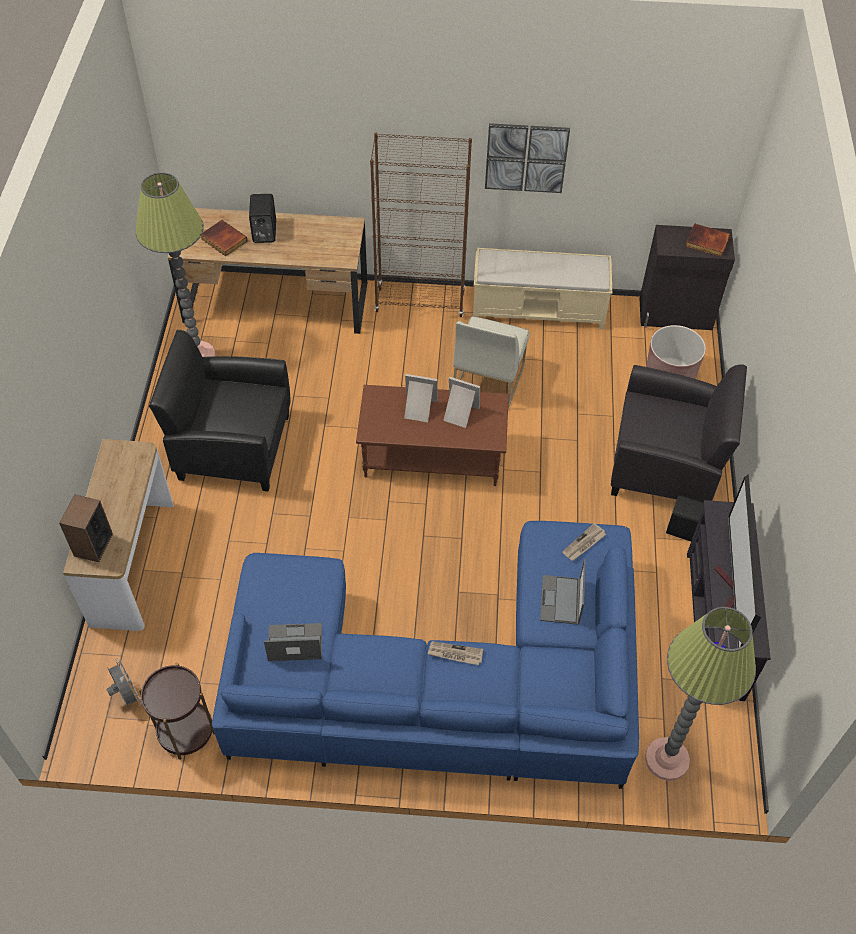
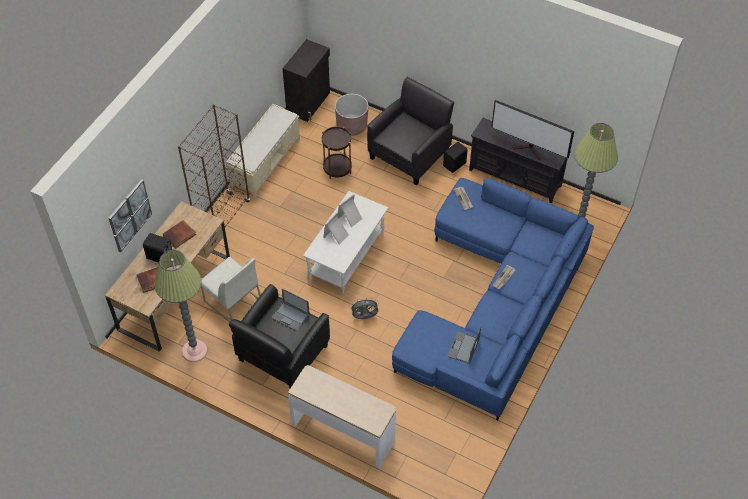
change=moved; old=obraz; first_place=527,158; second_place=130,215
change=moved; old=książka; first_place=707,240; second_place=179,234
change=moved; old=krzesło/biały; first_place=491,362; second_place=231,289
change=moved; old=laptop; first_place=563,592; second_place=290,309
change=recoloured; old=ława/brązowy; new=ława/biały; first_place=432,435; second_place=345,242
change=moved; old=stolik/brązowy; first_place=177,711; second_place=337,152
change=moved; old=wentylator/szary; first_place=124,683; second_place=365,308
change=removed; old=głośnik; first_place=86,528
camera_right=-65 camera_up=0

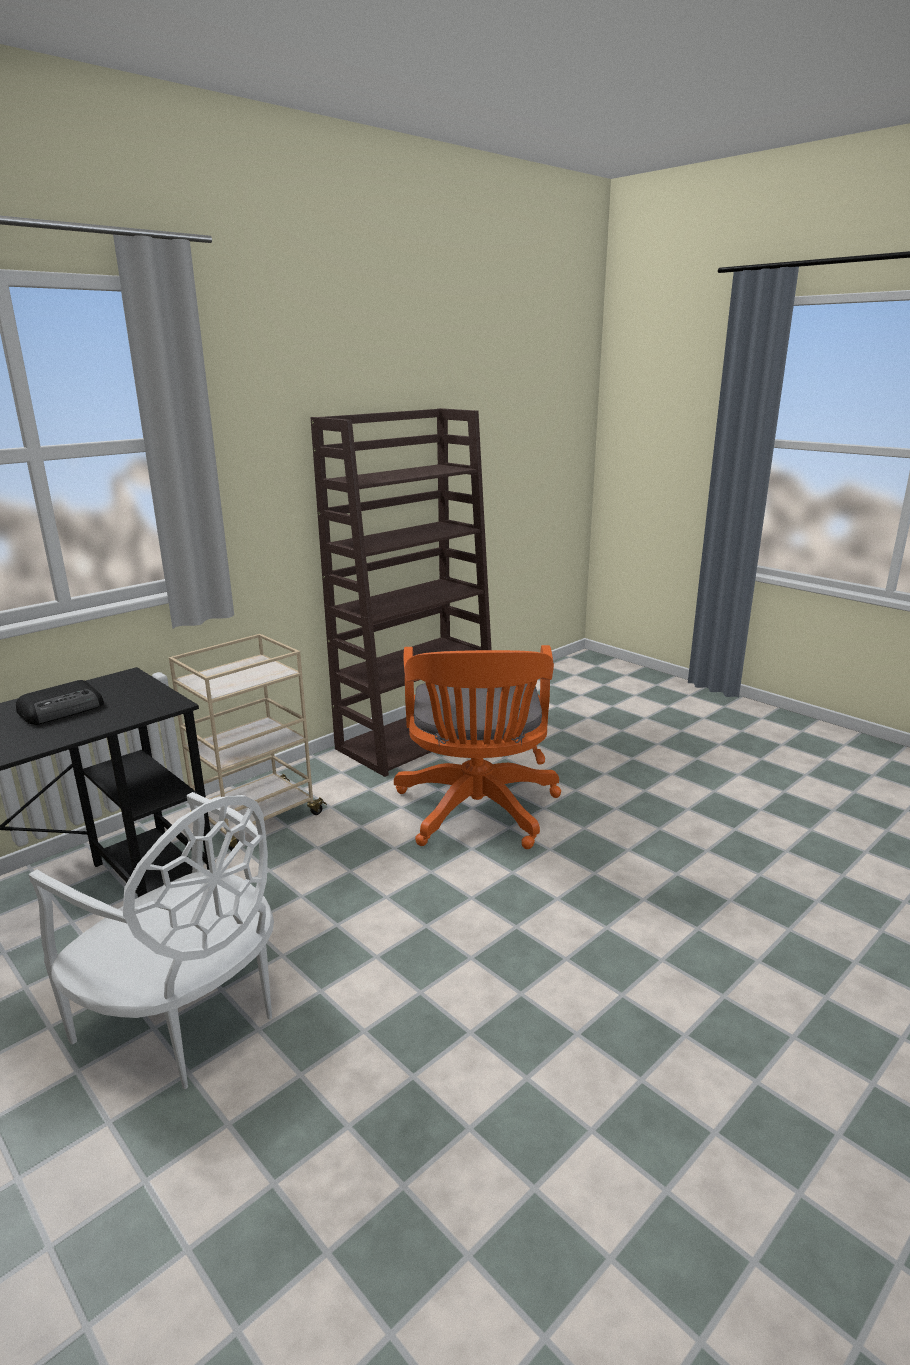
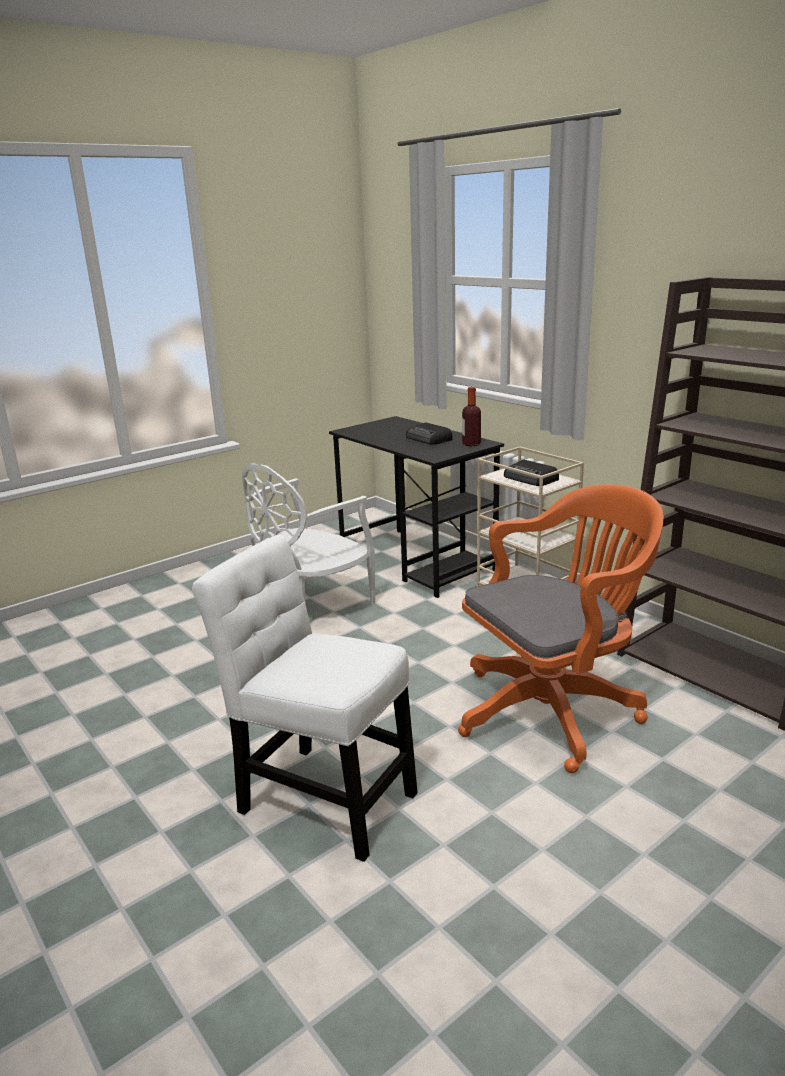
change=added; new=krzesło/biały; second_place=305,698
change=turned; old=krzesło biurowe/pomarańczowy; first_place=477,747; second_place=561,628; degrees=150
change=added; new=butelka; second_place=471,416
change=added; new=radio; second_place=531,473
camera_right=95 camera_up=0

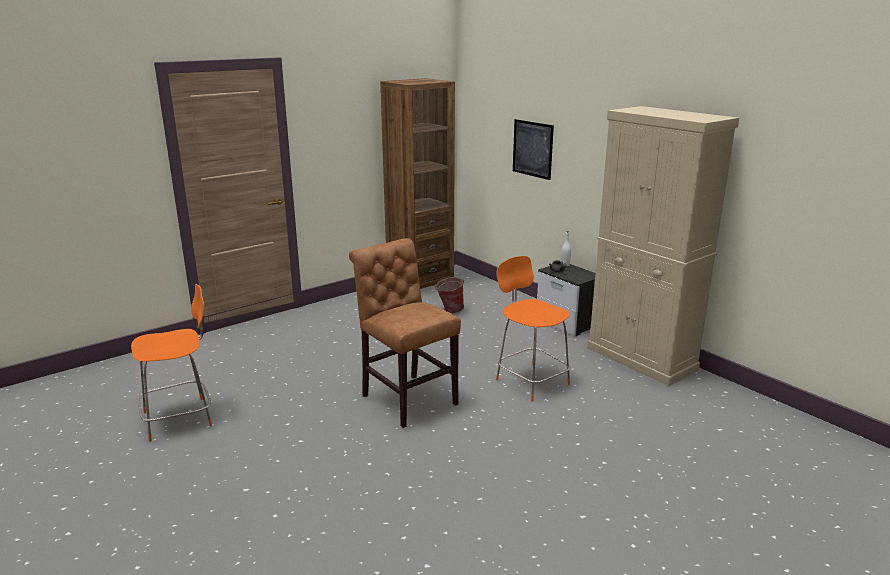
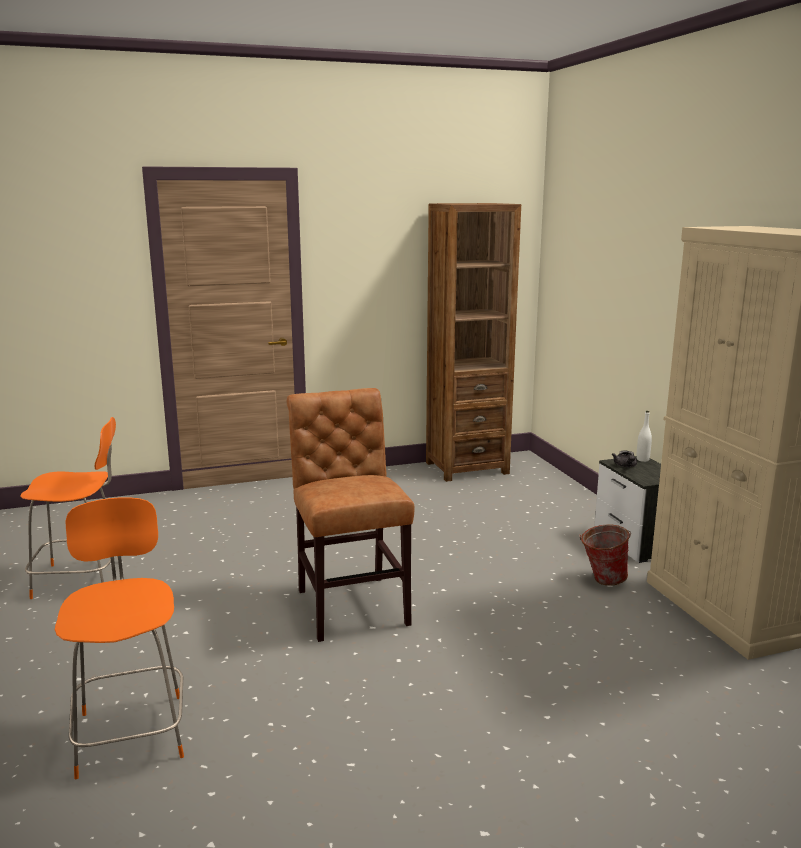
change=moved; old=krzesło/pomarańczowy; first_place=533,328; second_place=119,638
change=moved; old=wiadro; first_place=449,295; second_place=605,555
change=removed; old=obraz; first_place=533,149
camera_right=20 camera_up=-5

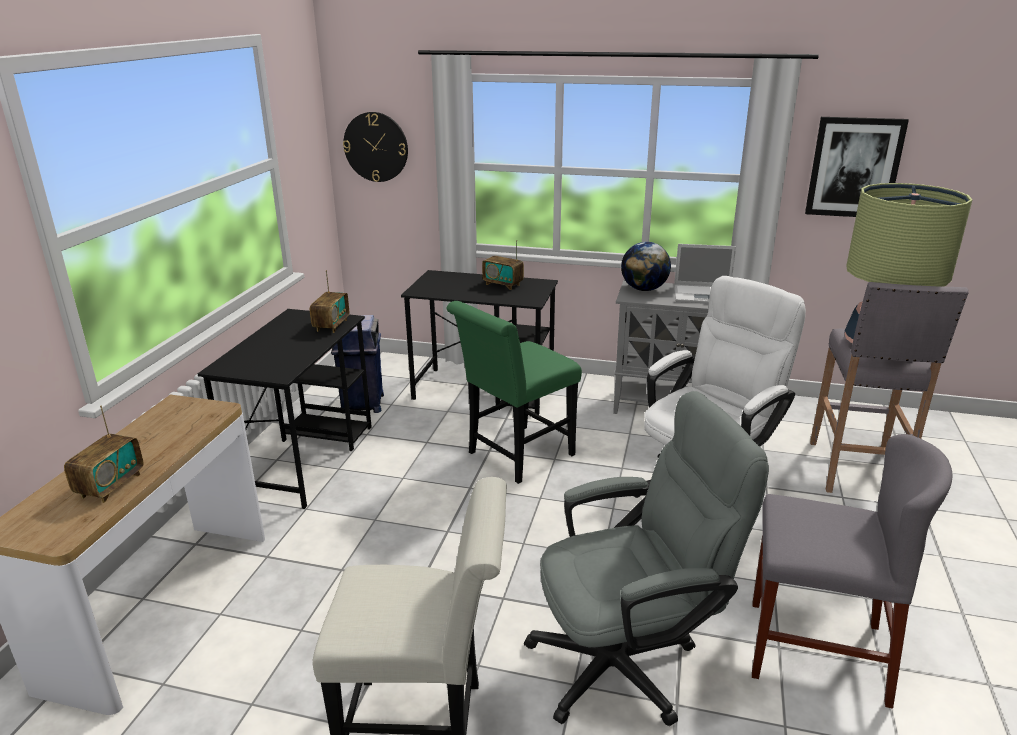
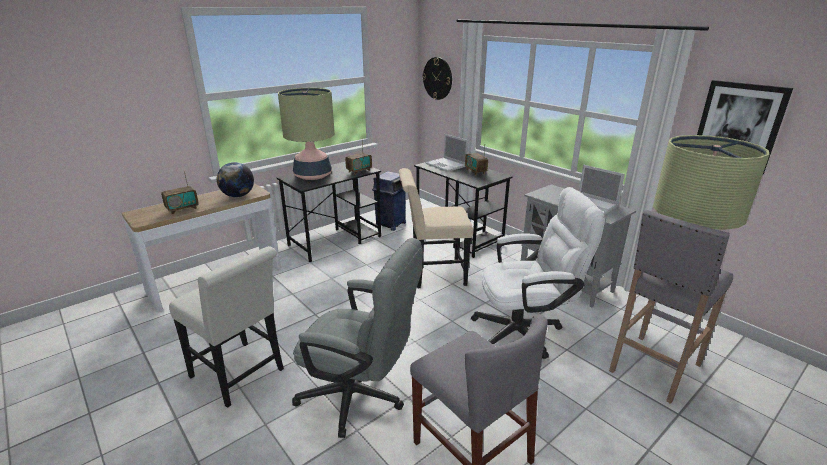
change=moved; old=globus; first_place=646,266; second_place=235,179
change=added; new=lampa stołowa; second_place=306,134
change=recoloured; old=krzesło/zielony; new=krzesło/beżowy; first_place=514,392; second_place=436,228
change=added; new=laptop; second_place=446,153
camera_right=35 camera_up=0

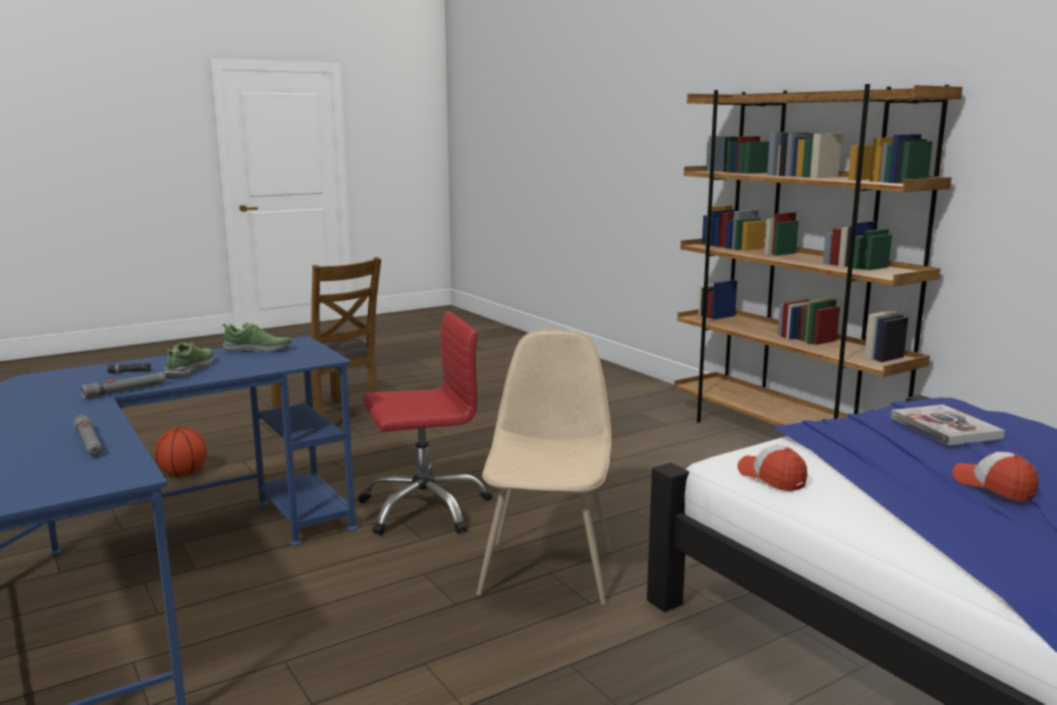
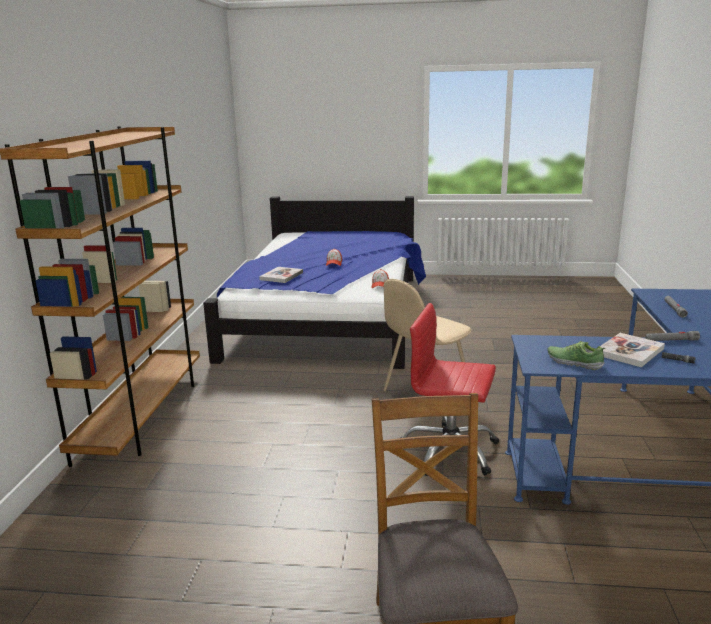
change=replaced; old=but; new=książka; first_place=188,359; second_place=633,350
change=removed; old=piłka do koszykówki; first_place=181,452
camera_right=-140 camera_up=5

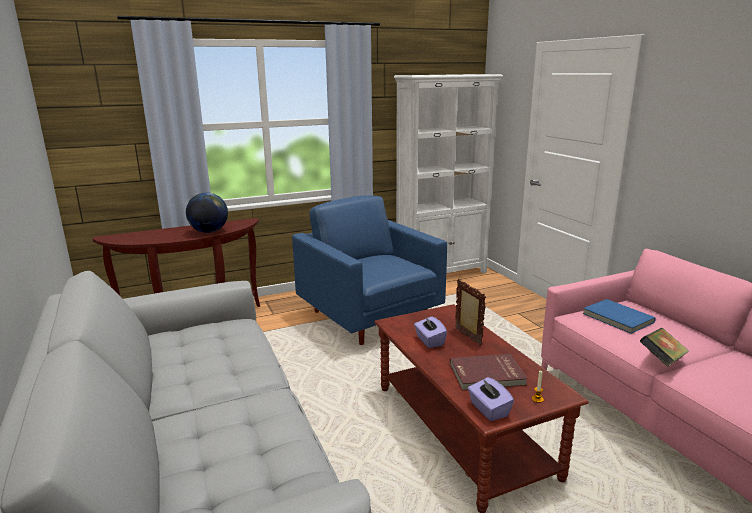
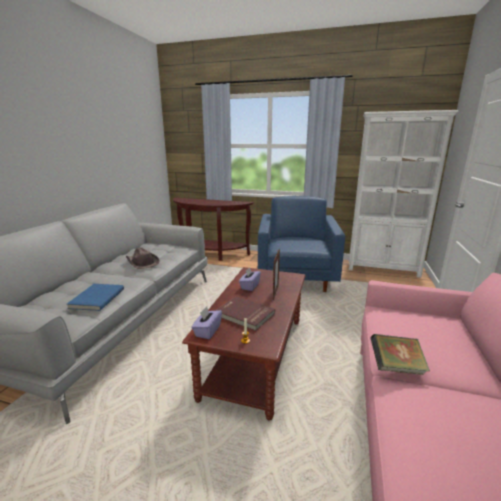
change=moved; old=książka/niebieski; first_place=619,316; second_place=95,297
change=added; new=kapelusz/brązowy; second_place=143,258
change=removed; old=globus; first_place=207,213
camera_right=40 camera_up=0

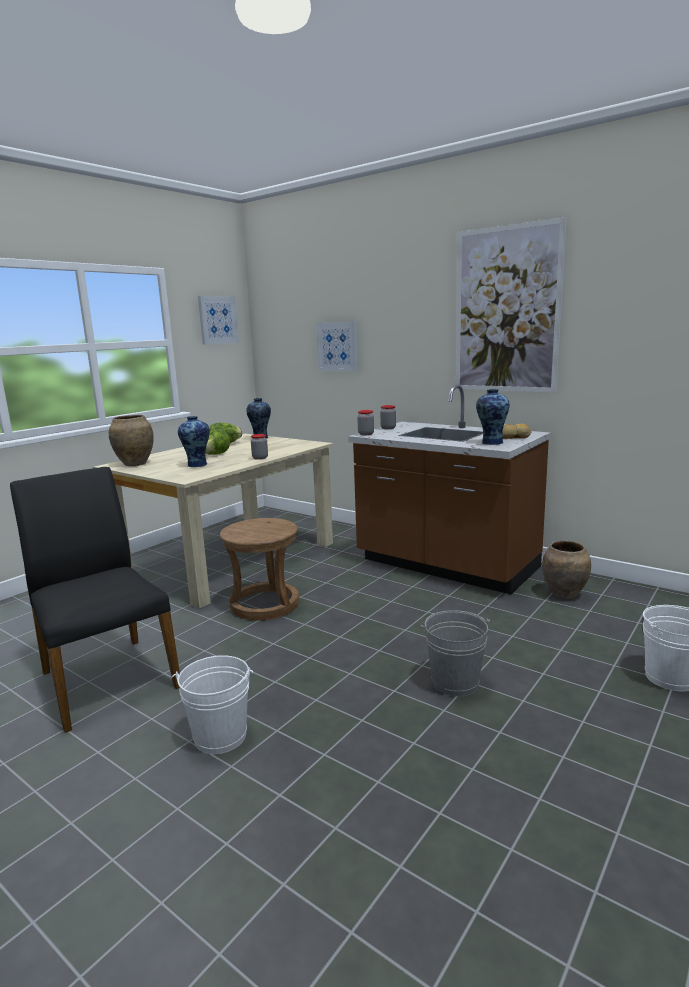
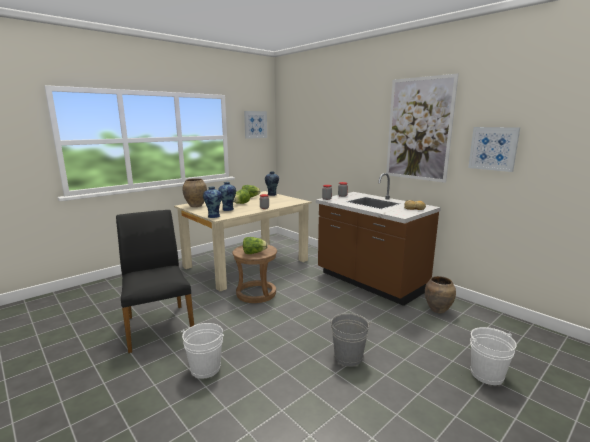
change=moved; old=wazon; first_place=492,417; second_place=212,202
change=added; new=sałata; second_place=255,245
change=moved; old=obraz; first_place=337,346; second_place=494,149
camera_right=10 camera_up=0

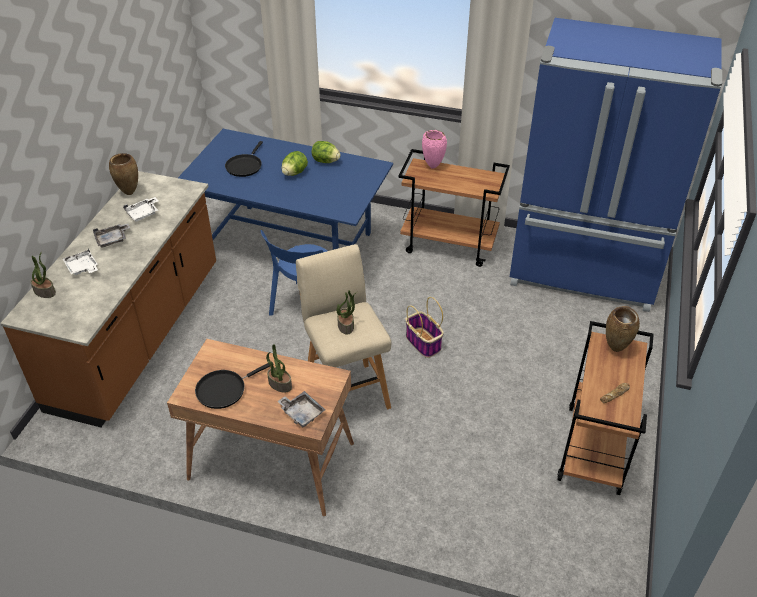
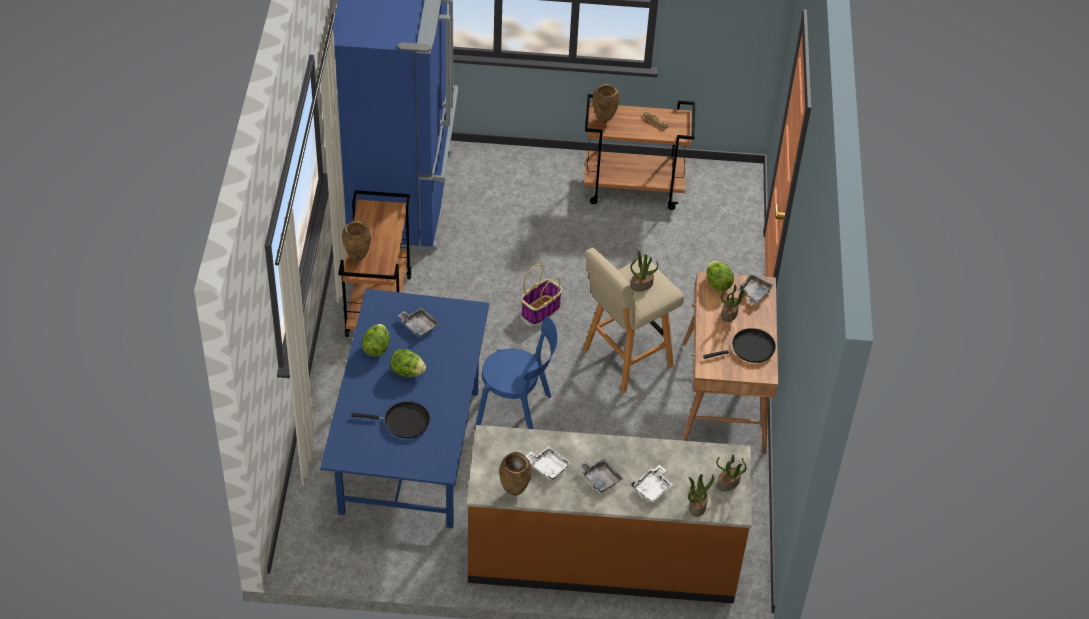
change=recoloured; old=wazon/różowy; new=wazon/brązowy; first_place=434,149; second_place=356,240
change=added; new=taca/szary; second_place=419,322
change=turned; old=patelnia/czarny; first_place=234,385; second_place=739,345; degrees=-60
change=added; new=sałata; second_place=720,276
change=added; new=roślina doniczkowa; second_place=731,473
camera_right=-105 camera_up=5

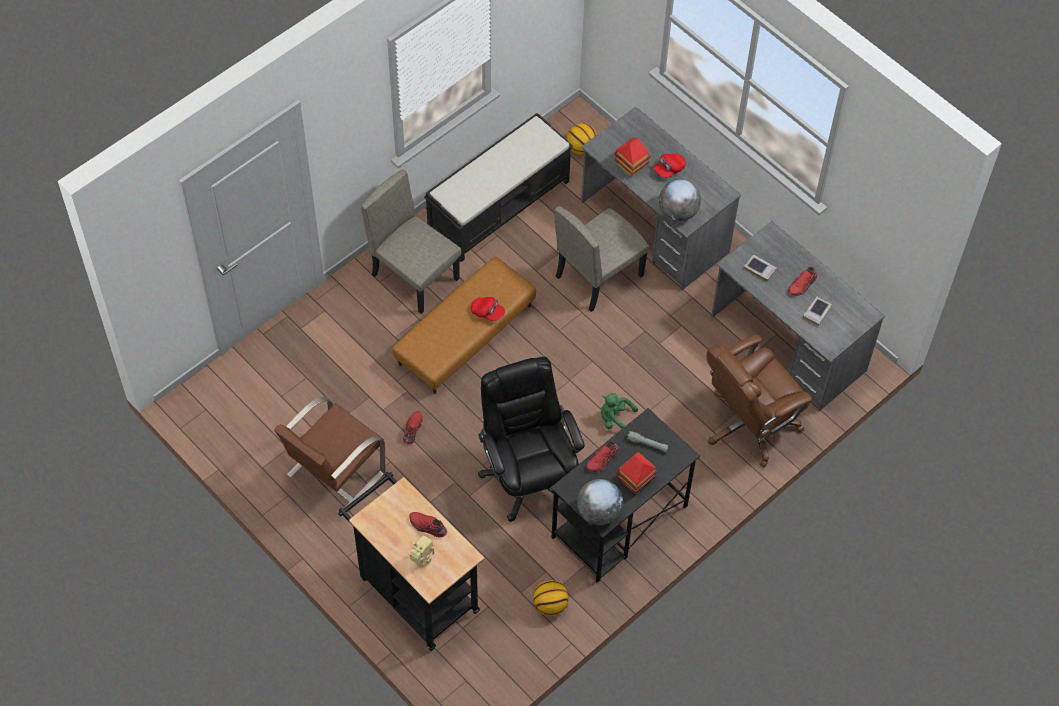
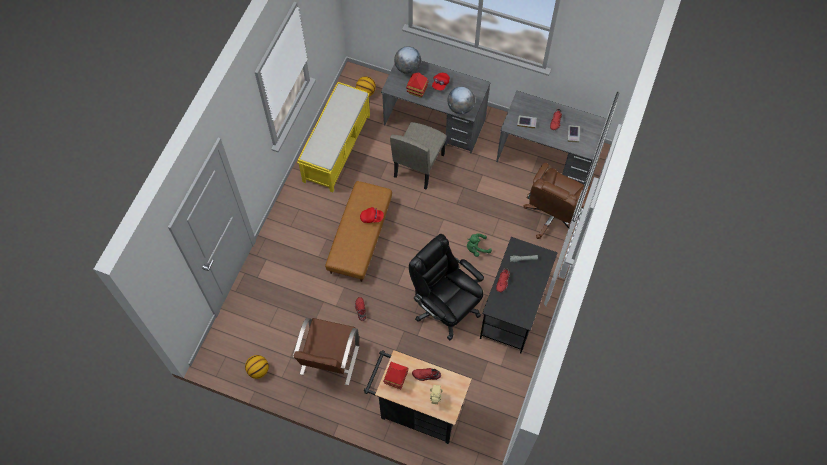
change=moved; old=piłka do koszykówki; first_place=550,598; second_place=257,367
change=recoloured; old=ławka/czarny; new=ławka/żółty; first_place=498,187; second_place=333,137
change=moved; old=domek; first_place=637,473; second_place=396,375
change=moved; old=globus; first_place=600,502; second_place=407,60
change=removed; old=krzesło/beżowy; first_place=411,242
camera_right=-25 camera_up=5

